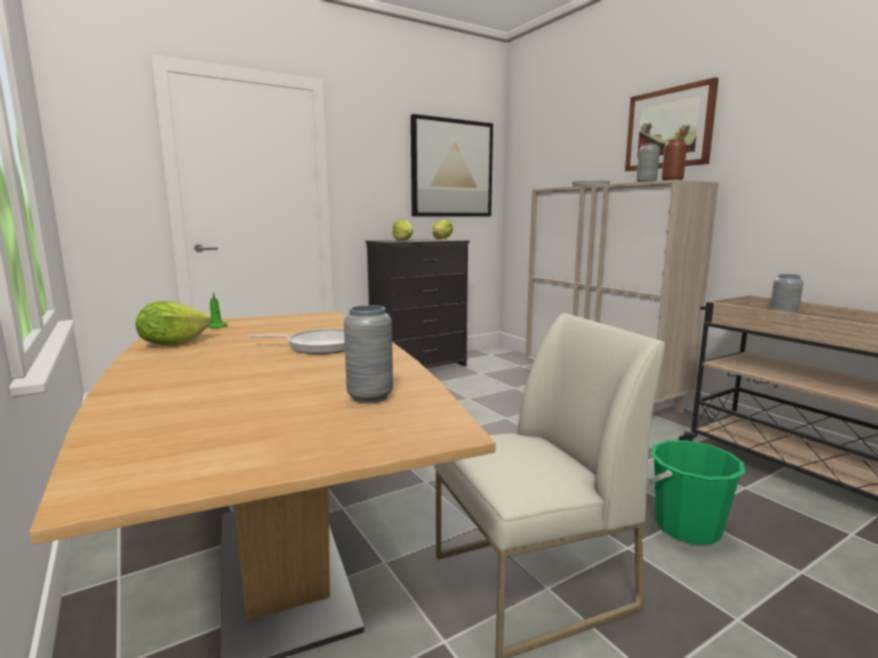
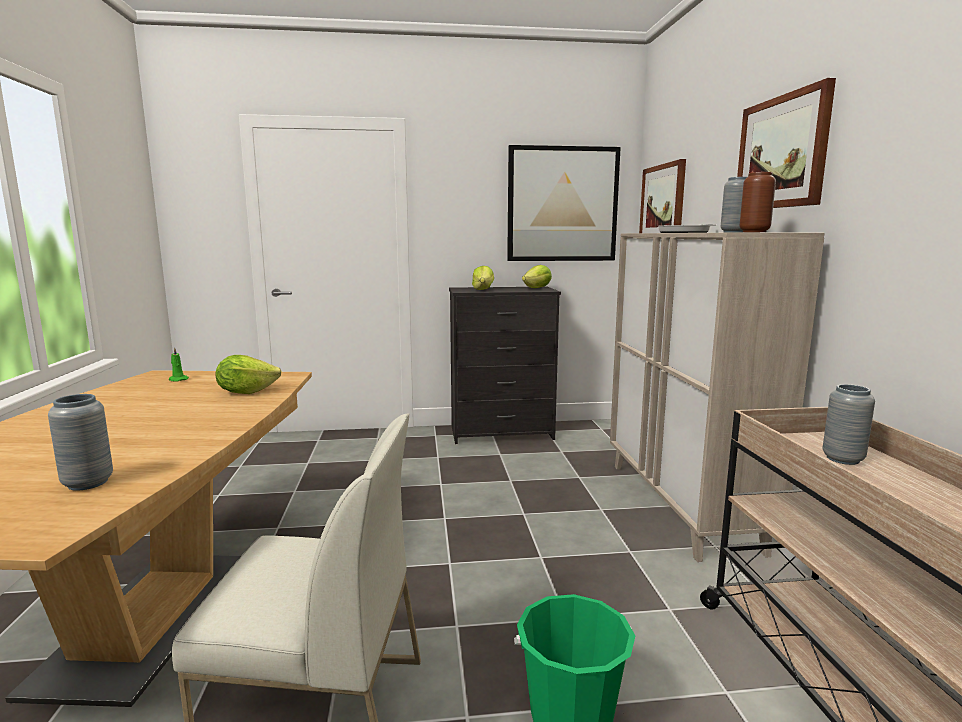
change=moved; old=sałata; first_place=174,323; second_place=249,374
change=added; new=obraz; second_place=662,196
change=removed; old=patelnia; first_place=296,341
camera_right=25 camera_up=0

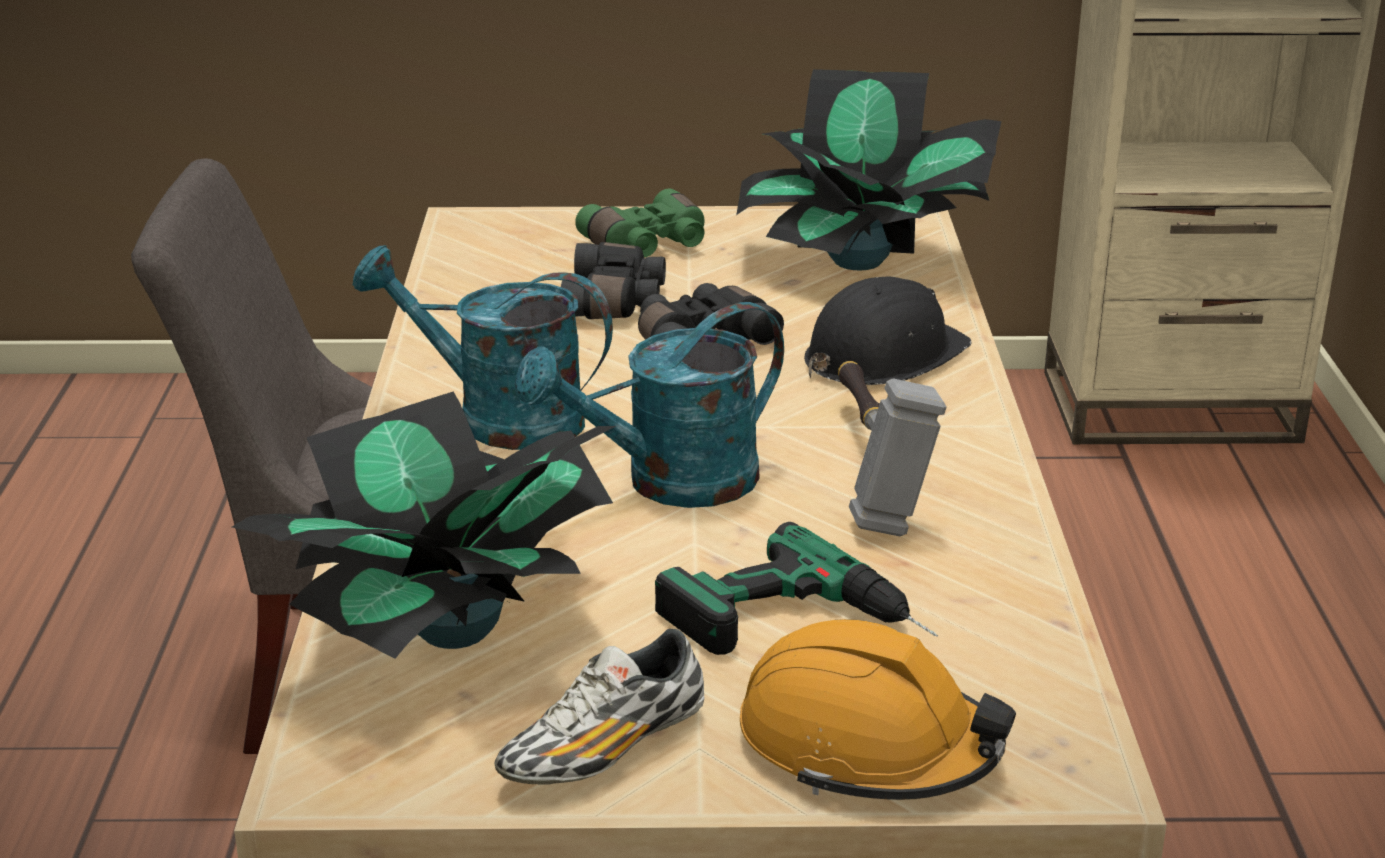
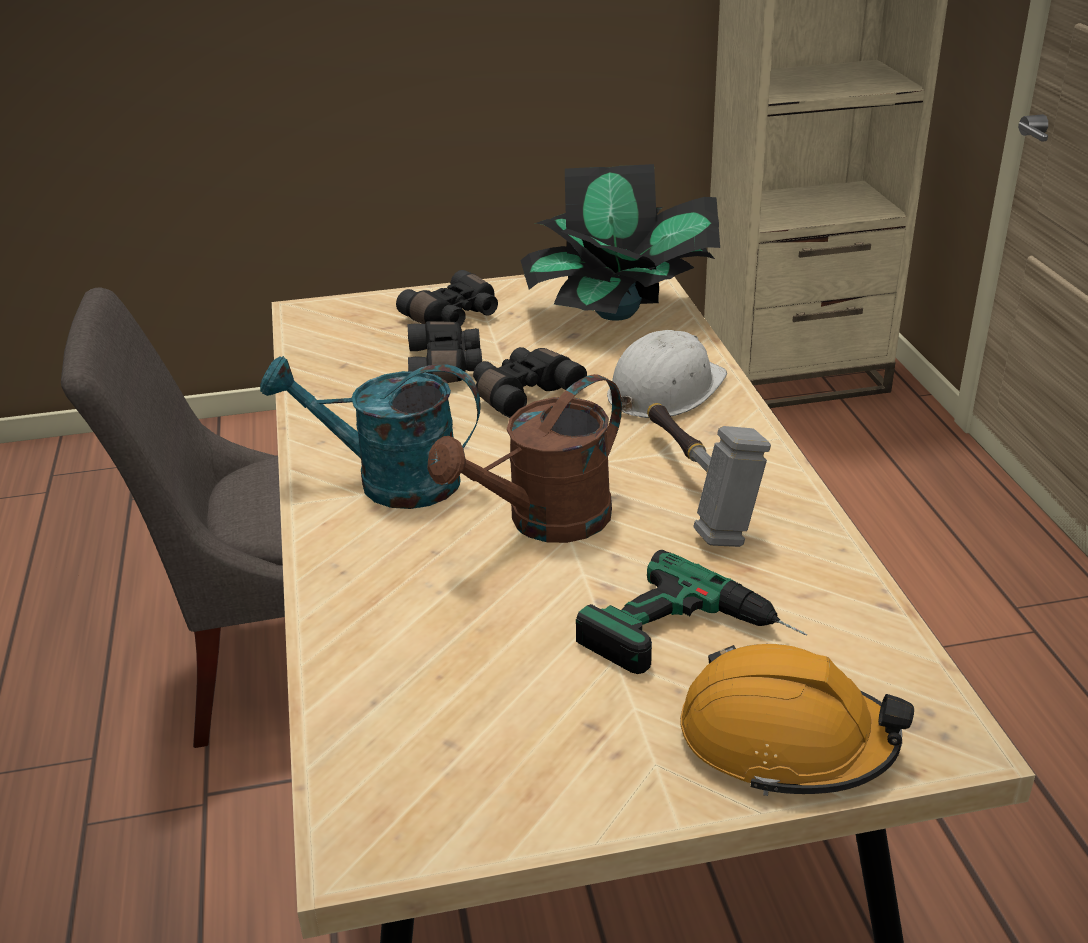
change=recoloured; old=lornetka/zielony; new=lornetka/czarny; first_place=640,223; second_place=447,298
change=recoloured; old=konewka/turkusowy; new=konewka/brązowy; first_place=649,405; second_place=524,458
change=recoloured; old=kask/czarny; new=kask/biały; first_place=887,331; second_place=667,374
change=removed; old=roślina doniczkowa; first_place=424,525
change=removed; old=but; first_place=599,707
camera_right=-10 camera_up=5

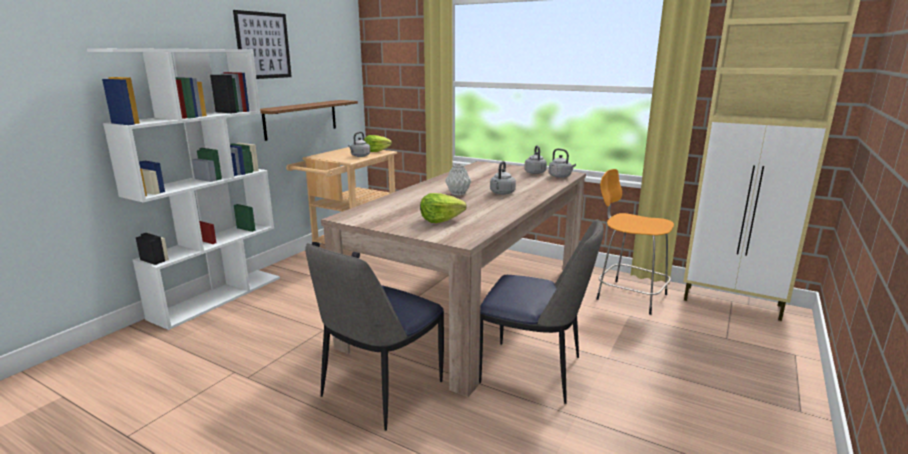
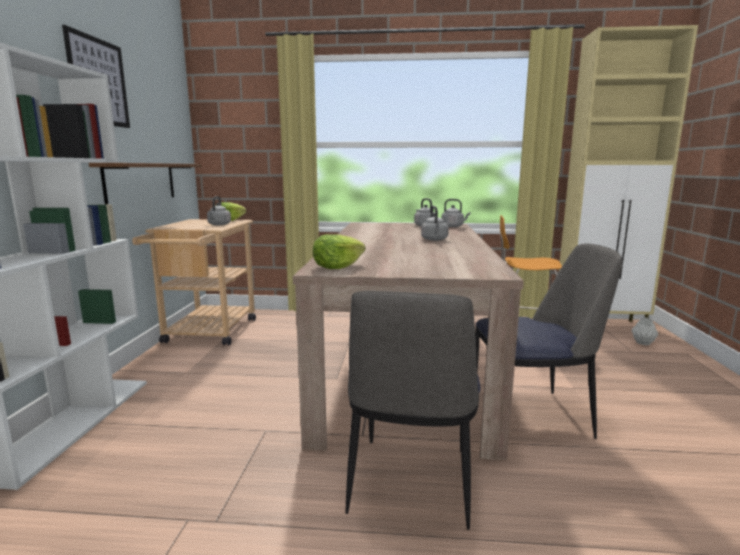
change=moved; old=sałata; first_place=443,208; second_place=339,251
change=moved; old=wazon/szary; first_place=458,179; second_place=644,331
camera_right=-25 camera_up=-5

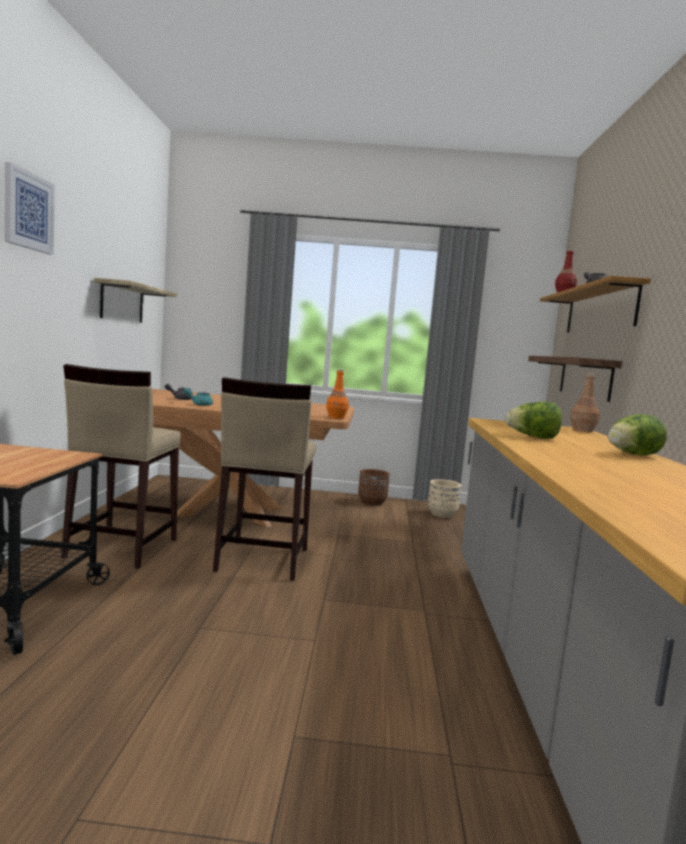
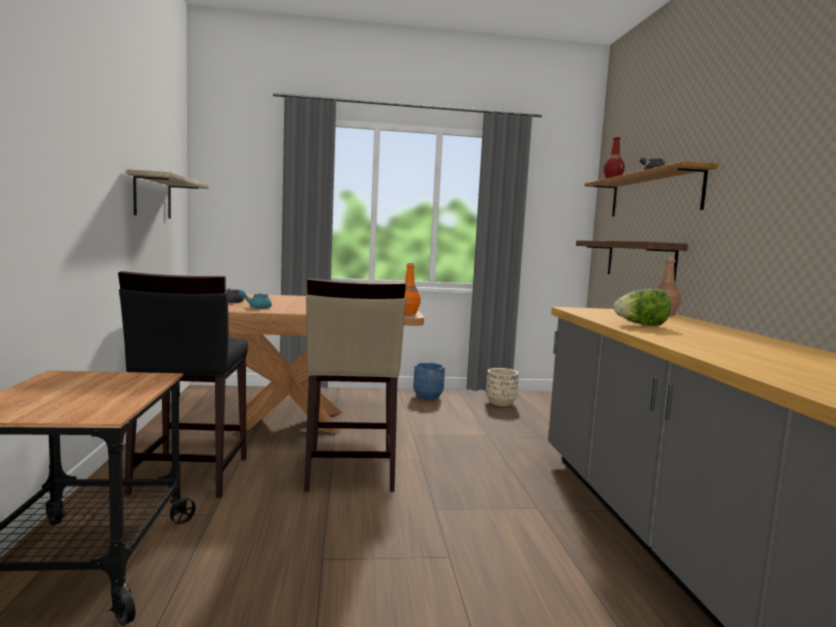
change=recoloured; old=stołek/beżowy; new=stołek/czarny; first_place=121,466; second_place=183,384
change=recoloured; old=donica/brązowy; new=donica/niebieski; first_place=374,487; second_place=429,381
change=removed; old=obraz; first_place=30,208
change=removed; old=sałata; first_place=637,434
camera_right=-10 camera_up=0

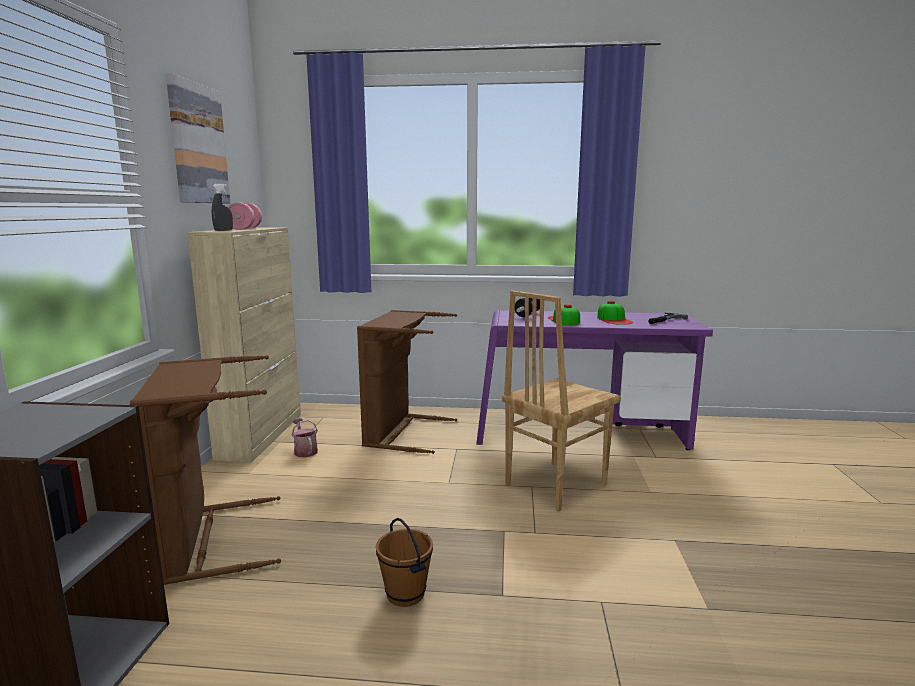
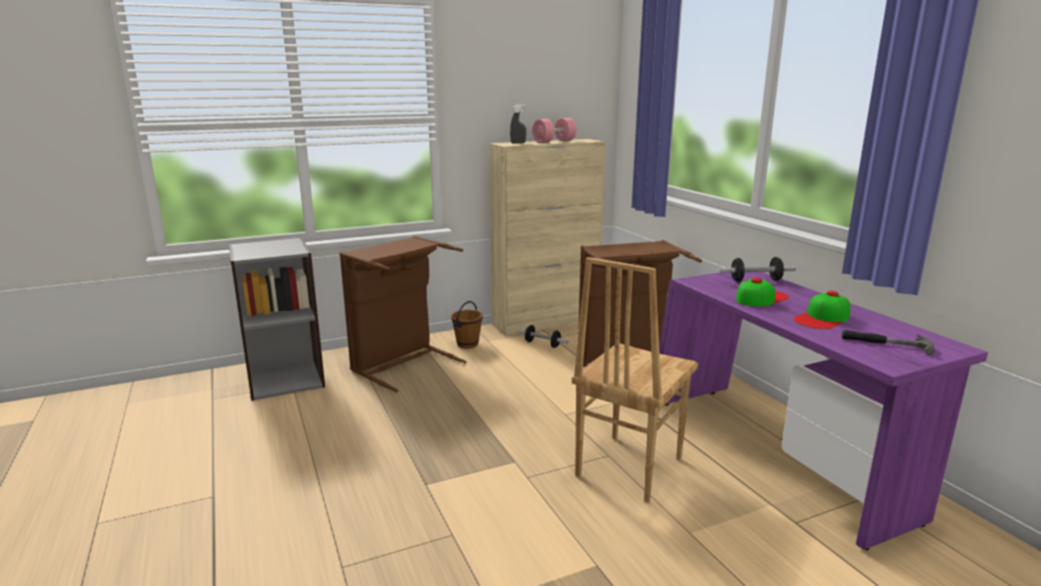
change=moved; old=wiadro/brązowy; first_place=404,562; second_place=467,324
change=replaced; old=konewka; new=hantel; first_place=305,438; second_place=543,336
change=turned; old=krzesło/brązowy; first_place=561,401; second_place=634,379; degrees=-75
change=removed; old=obraz; first_place=198,138
camera_right=60 camera_up=5

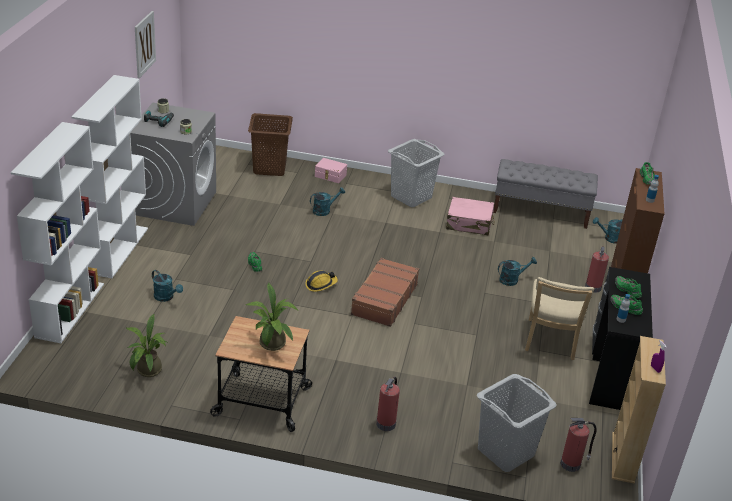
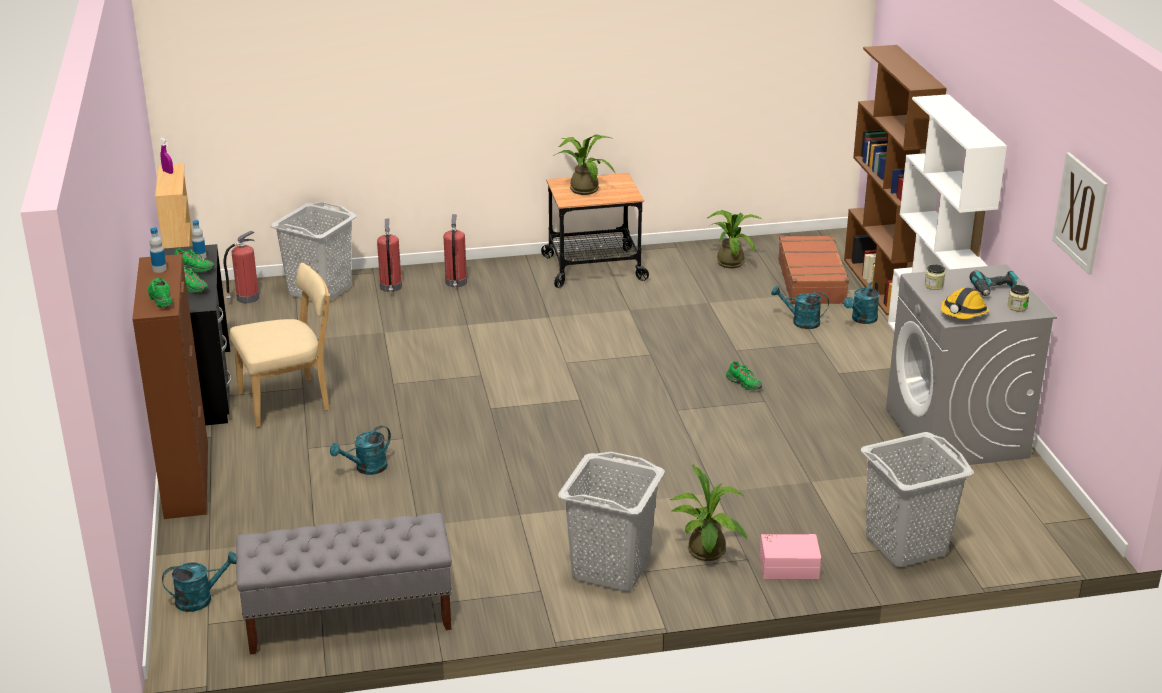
change=turned; old=krzesło/beżowy; first_place=559,318; second_place=280,345; degrees=75
change=moved; old=gaśnica; first_place=597,269; second_place=389,256
change=added; new=roślina doniczkowa; second_place=708,513
change=moved; old=walizka/brązowy; first_place=384,292; second_place=814,269
change=recoloured; old=regał/biały; new=regał/brązowy; first_place=57,232; second_place=895,180
change=moved; old=konewka/turkusowy; first_place=327,201; second_place=861,302
change=recoloured; old=kosz na pranie/brązowy; new=kosz na pranie/szary; first_place=270,144; second_place=917,499
change=moved; old=kask; first_place=321,281; second_place=965,303
change=removed; old=walizka/różowy; first_place=470,216
camera_right=160 camera_up=-5

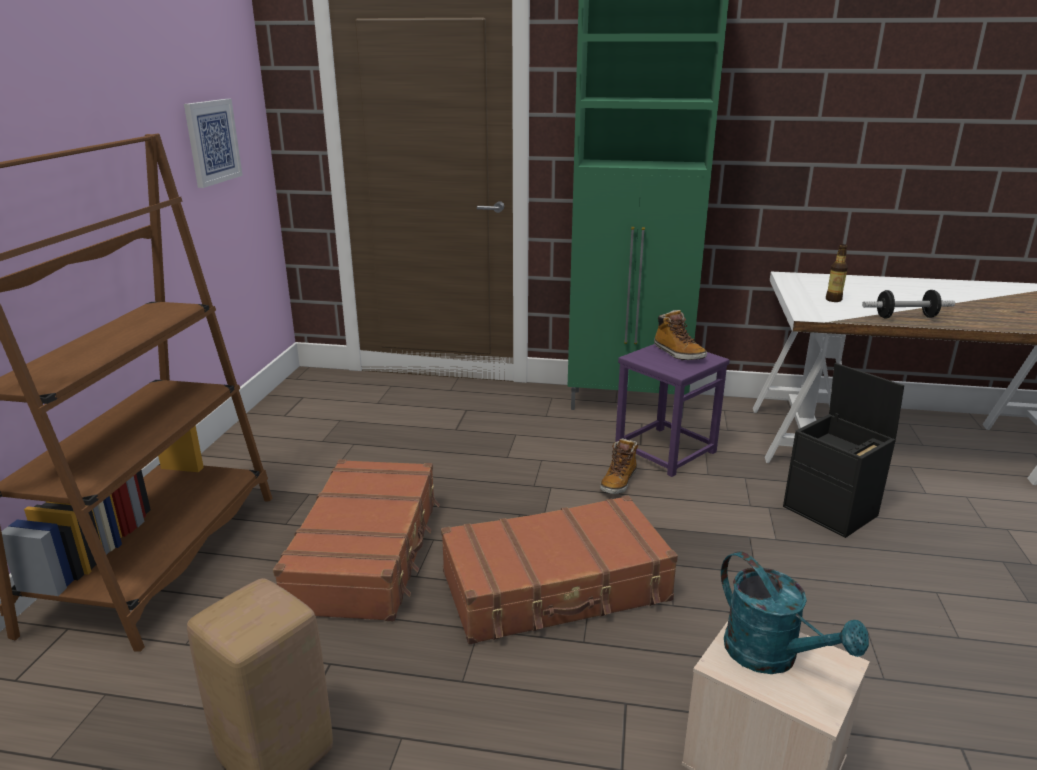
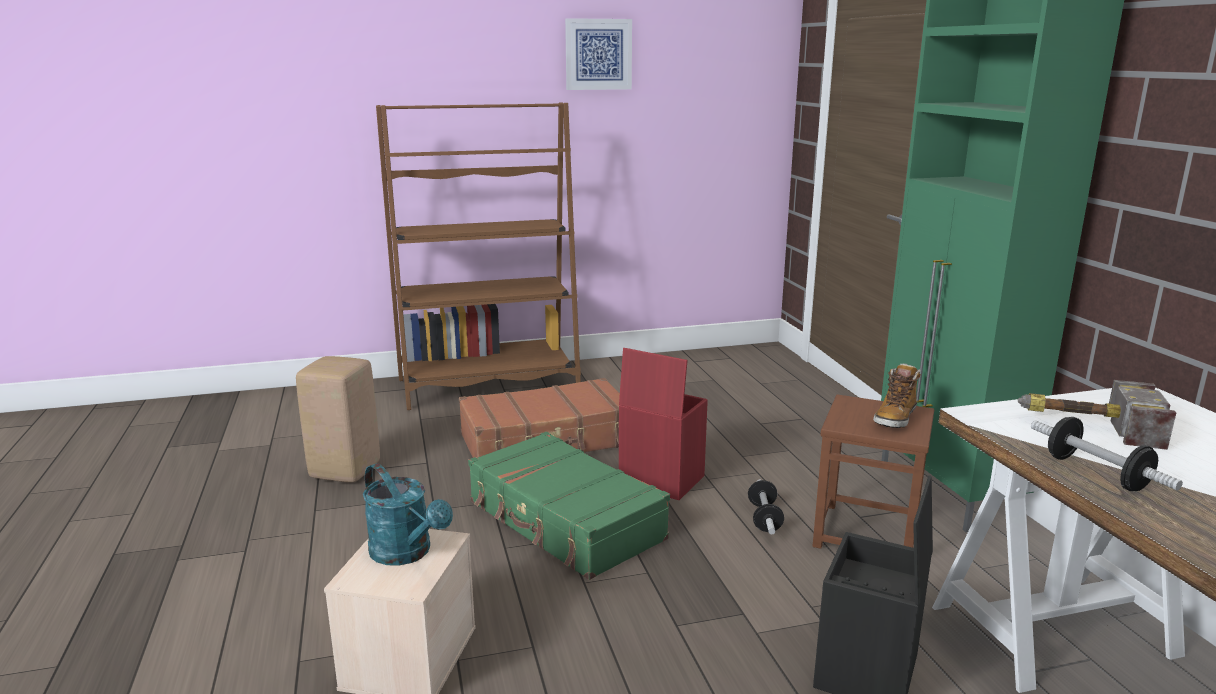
change=turned; old=konewka/turkusowy; first_place=795,612; second_place=408,514; degrees=-75
change=recoloured; old=walizka/brązowy; new=walizka/zielony; first_place=559,569; second_place=569,506
change=moved; old=obraz; first_place=213,143; second_place=598,54
change=added; new=pojemnik do przechowywania/czerwony; second_place=663,424
change=replaced; old=but z cholewką; new=hantel; first_place=619,466; second_place=766,507
change=recoloured; old=stołek/fioletowy; new=stołek/brązowy; first_place=672,410; second_place=873,472
change=replaced; old=butelka; new=młotek; first_place=837,273; second_place=1097,415
camera_right=65 camera_up=-5

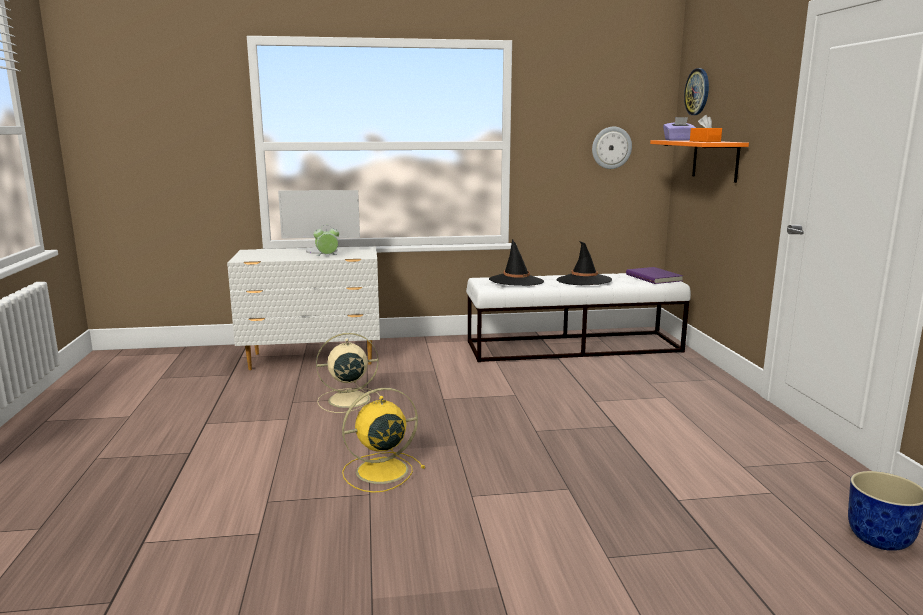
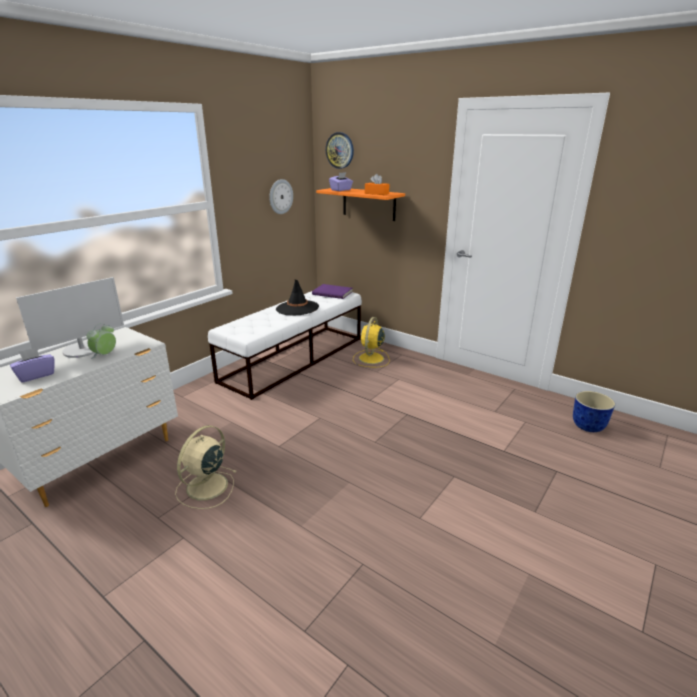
change=added; new=pudełko chusteczek/fioletowy; second_place=32,365
change=moved; old=wentylator/żółty; first_place=383,440; second_place=371,342
change=removed; old=kapelusz/czarny; first_place=516,262
camera_right=-45 camera_up=10

